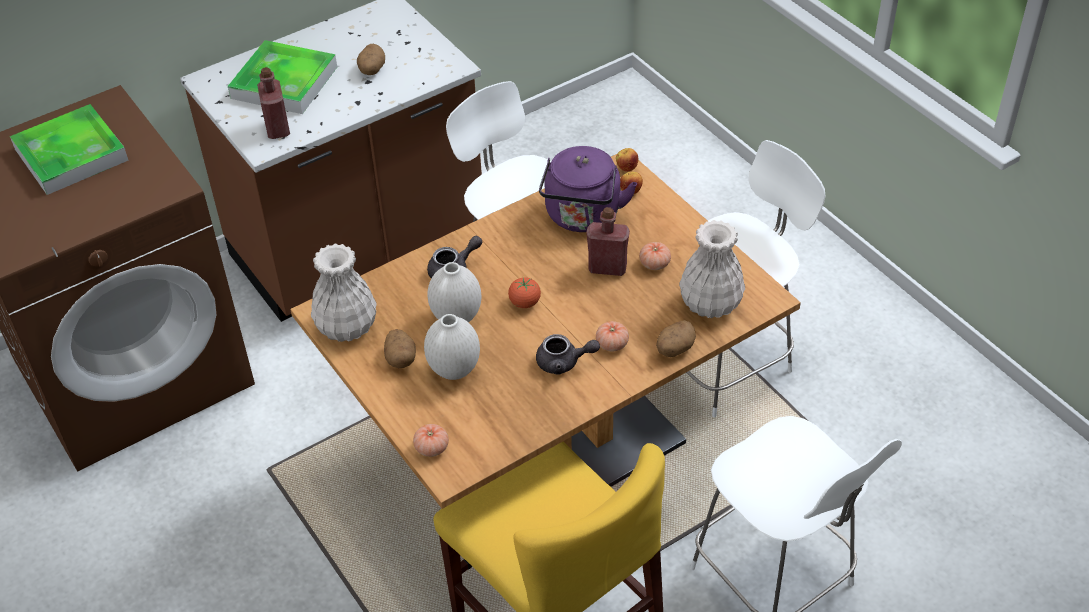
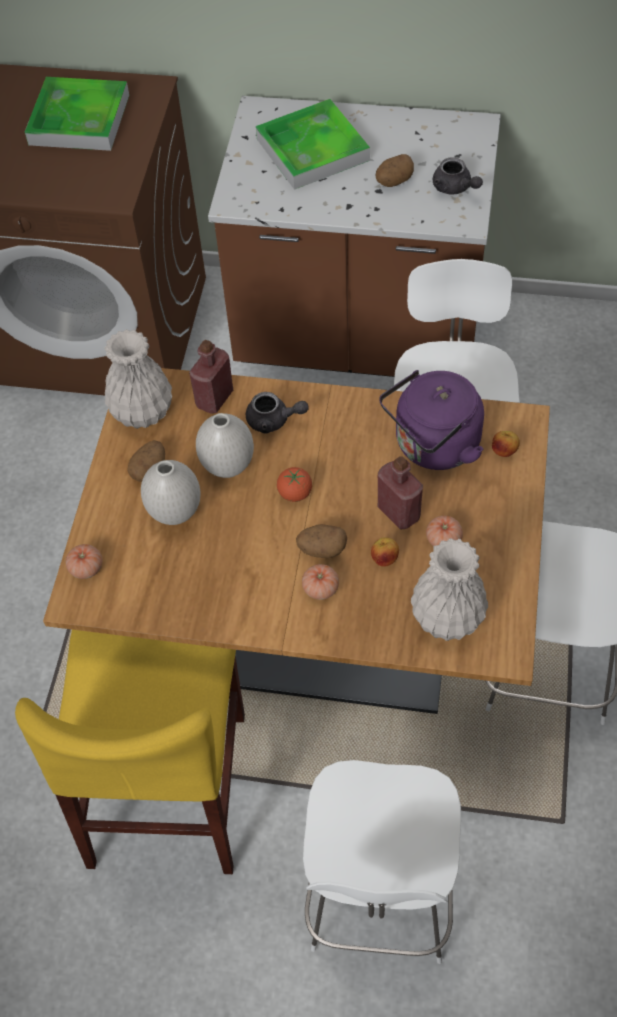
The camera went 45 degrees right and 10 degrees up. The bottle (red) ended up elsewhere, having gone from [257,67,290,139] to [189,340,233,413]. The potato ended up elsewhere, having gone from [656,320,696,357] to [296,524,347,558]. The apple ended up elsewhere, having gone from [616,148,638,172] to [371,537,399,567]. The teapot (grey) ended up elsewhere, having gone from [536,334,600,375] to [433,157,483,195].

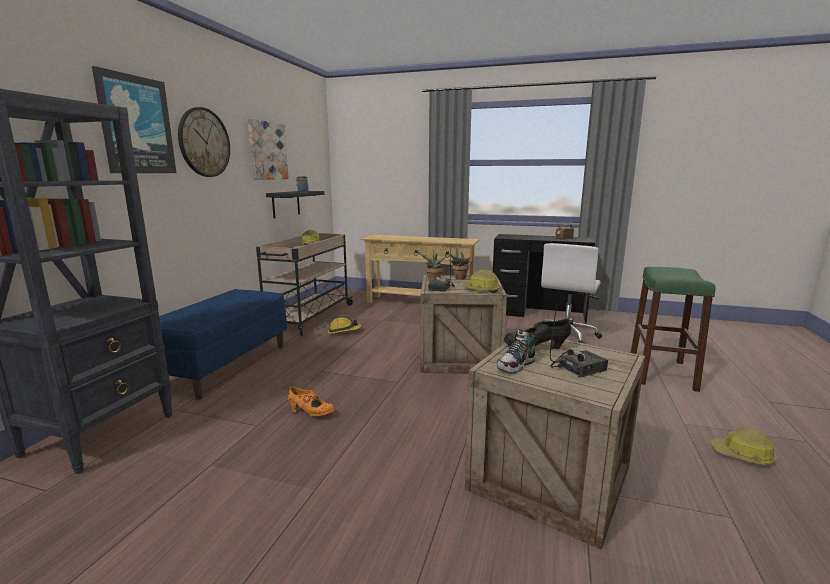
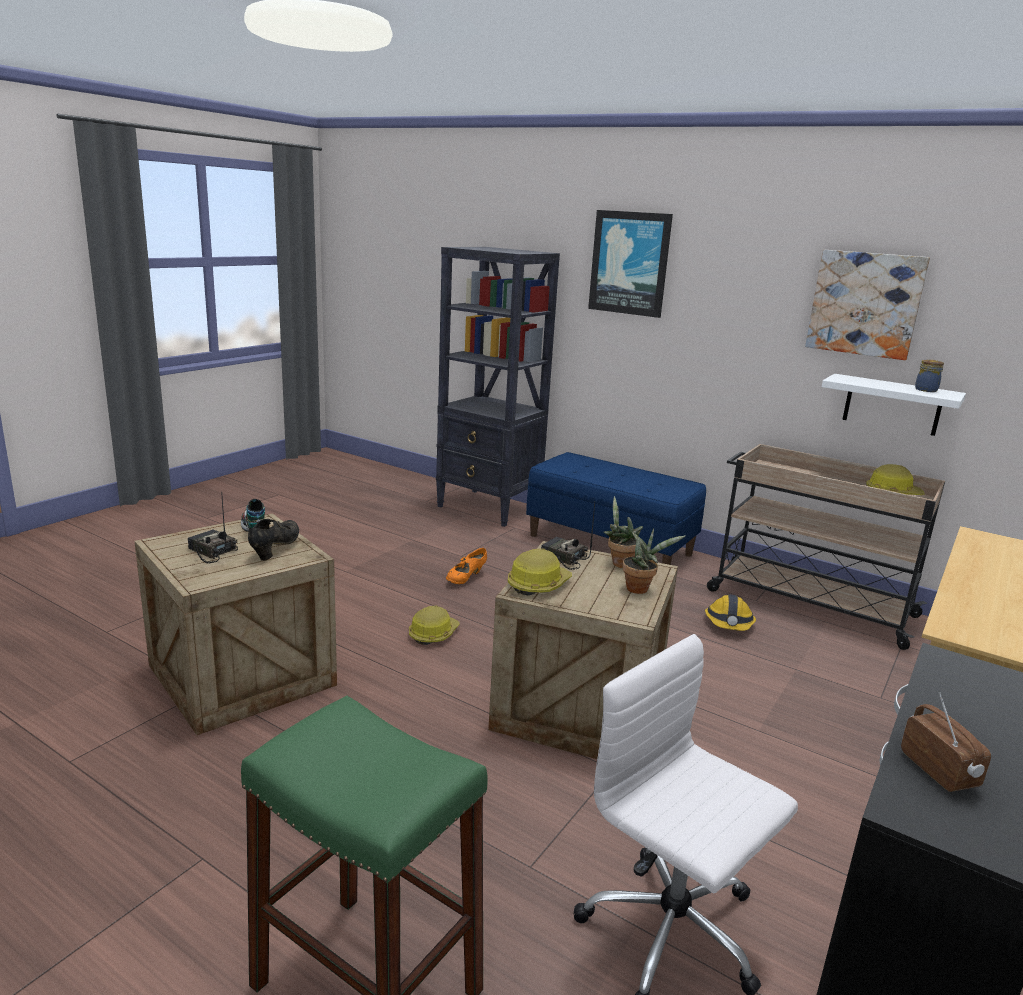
The camera went 105 degrees right and 5 degrees up. The radio at [550,304,608,378] ended up facing another way, 135 degrees clockwise from before. The hard hat ended up elsewhere, having gone from [711,428,777,465] to [409,605,460,645]. What was the shelf (black) at [266,191,324,218] turned into the shelf (white) at [822,374,966,436]. The second view lost the wall clock at [178,107,230,177].

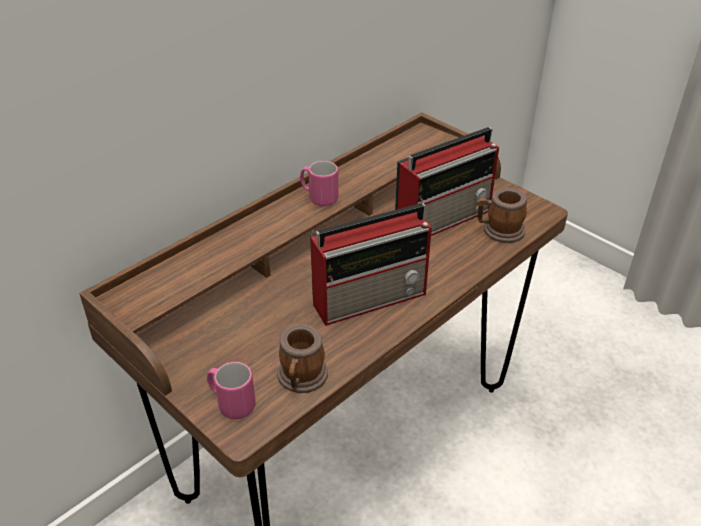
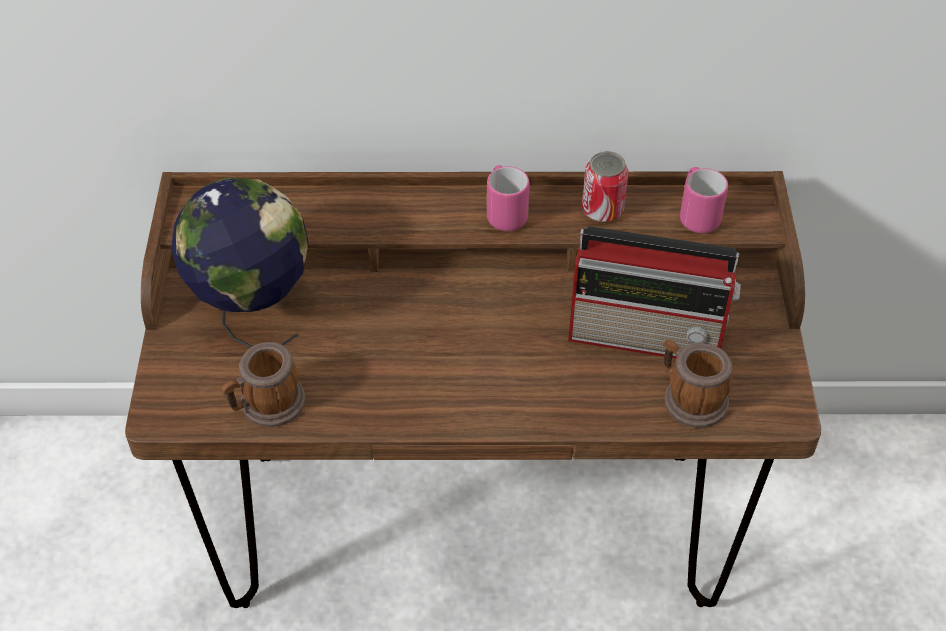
The camera went 45 degrees right and 10 degrees up. The second view gained the globe at [171,178,309,348]. The second view gained the can at [582,151,628,222]. The mug (pink) ended up elsewhere, having gone from [207,362,256,419] to [680,167,728,233]. The second view lost the radio at [310,203,432,326].

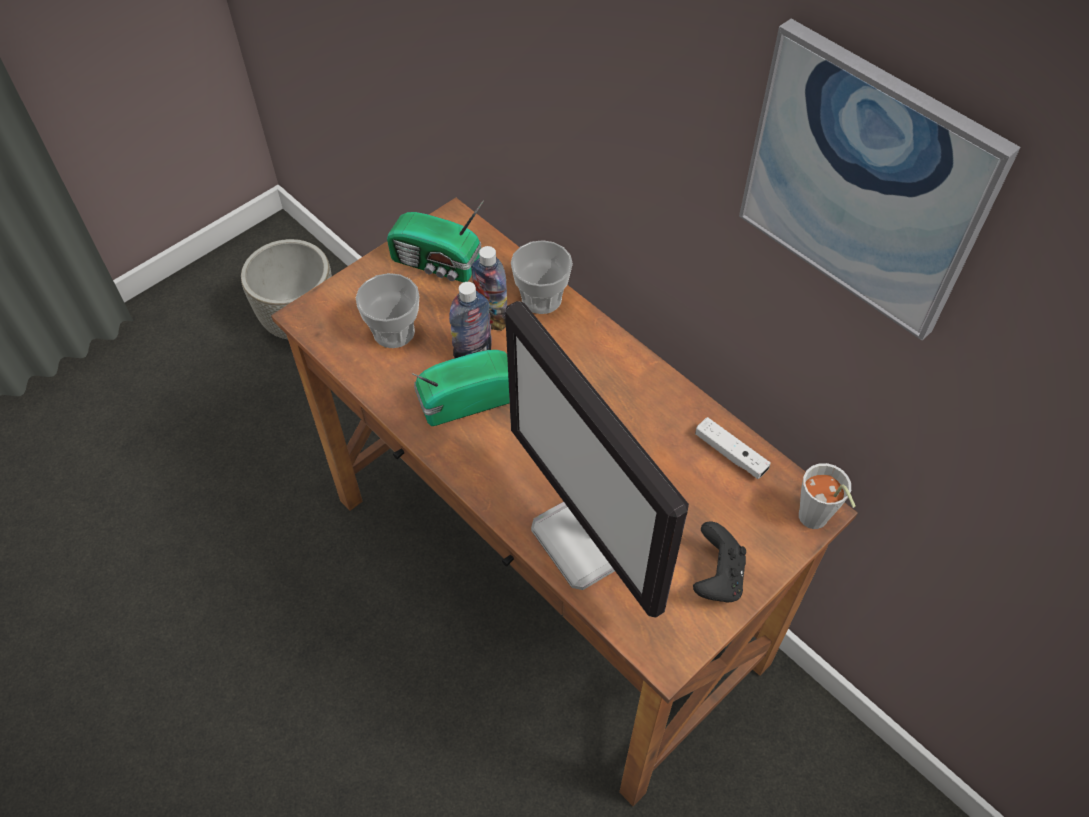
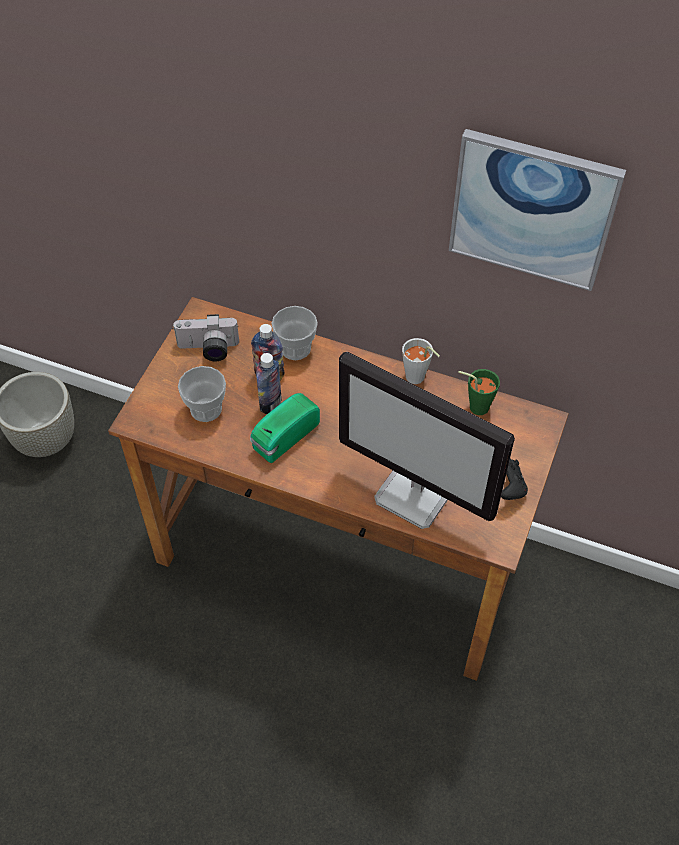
The camera went 25 degrees left and 0 degrees up. Where the radio stood at [387,200,484,282], the photo camera came to stand at [173,314,239,361]. The cup (grey) ended up elsewhere, having gone from [799,463,856,529] to [402,338,440,384]. Where the game controller (white) stood at [695,417,771,479], the cup (green) came to stand at [458,369,500,415].

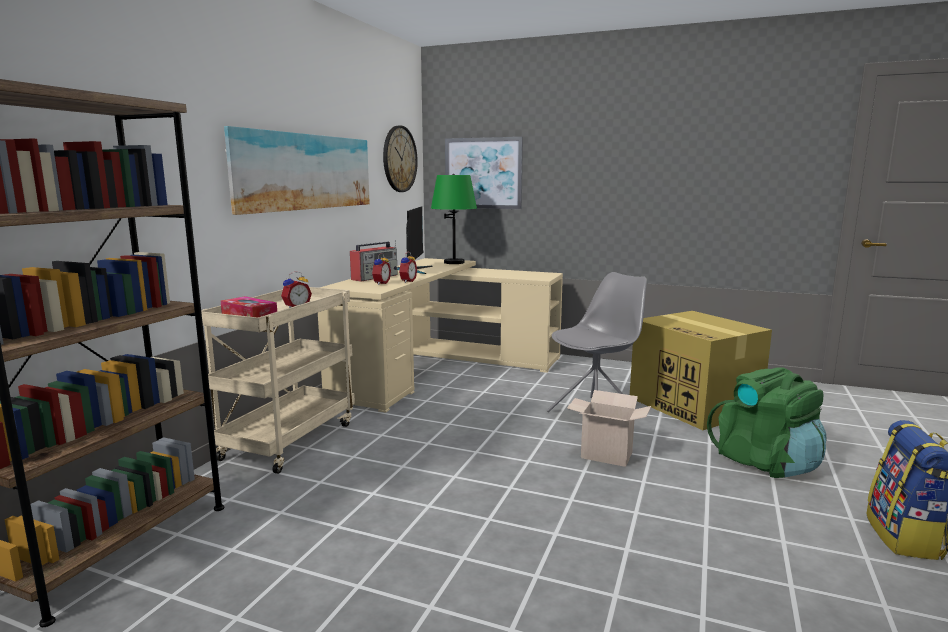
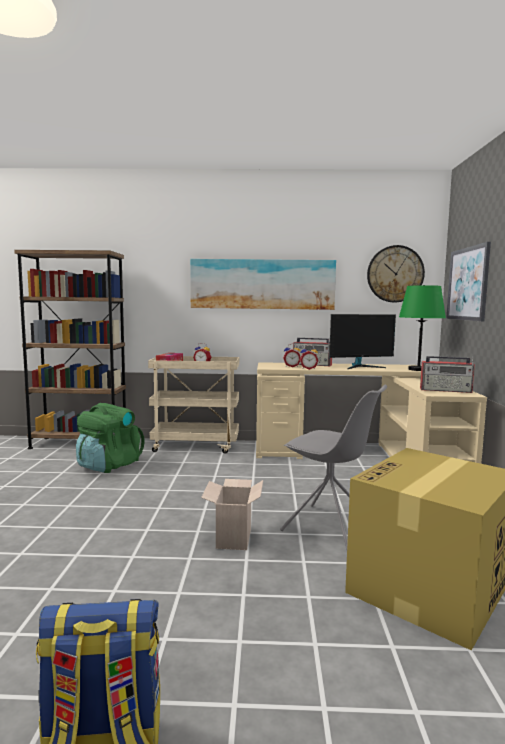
The camera went 70 degrees right and 5 degrees down. The backpack (green) ended up elsewhere, having gone from [707,367,827,478] to [76,403,145,473]. The second view gained the radio at [420,356,475,393].

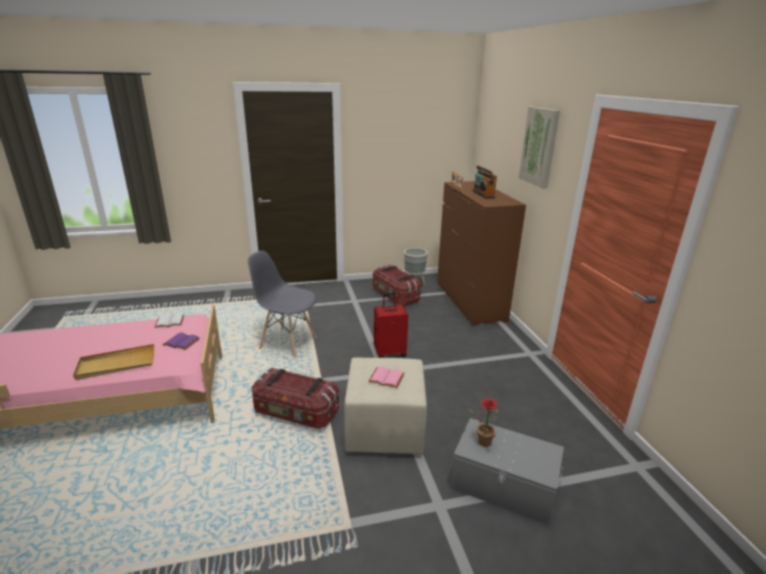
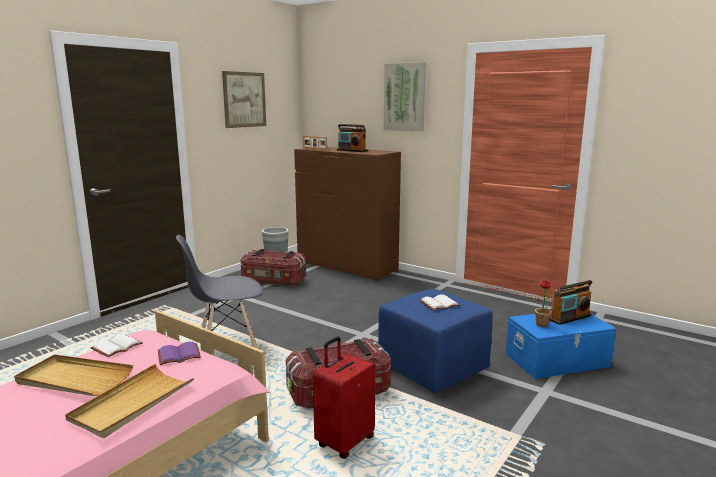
The camera went 40 degrees left and 10 degrees down. The second view gained the tray (beige) at [14,354,133,396]. The second view gained the picture at [222,71,266,128]. The suitcase (red) ended up elsewhere, having gone from [374,293,408,358] to [313,337,375,459]. What was the ottoman (beige) at [344,357,427,454] turned into the ottoman (blue) at [378,289,492,393]. What was the book (pink) at [368,366,404,388] turned into the book (white) at [420,294,460,310]. What was the storage box (grey) at [450,418,564,525] turned into the storage box (blue) at [506,314,616,379]. The second view gained the radio at [550,280,592,325].

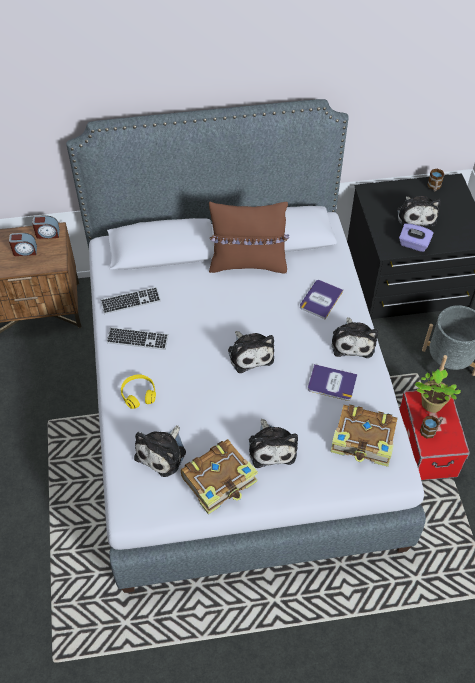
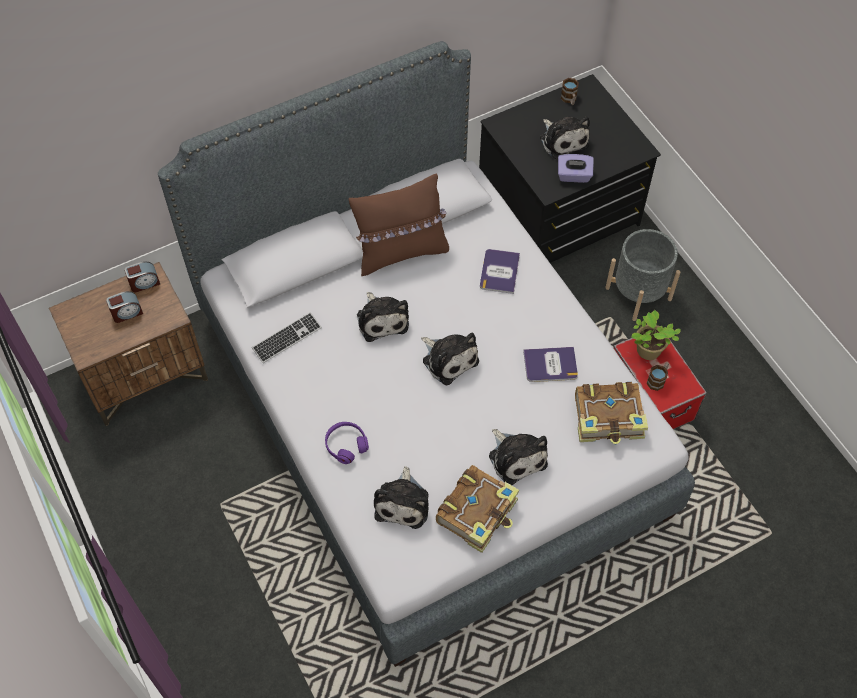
The camera went 20 degrees left and 5 degrees up. What was the headphones (yellow) at [121,374,156,409] turned into the headphones (purple) at [325,422,369,464]. The plush toy ended up elsewhere, having gone from [332,317,378,358] to [357,292,409,342]. The second view lost the keyboard at [107,327,169,350].

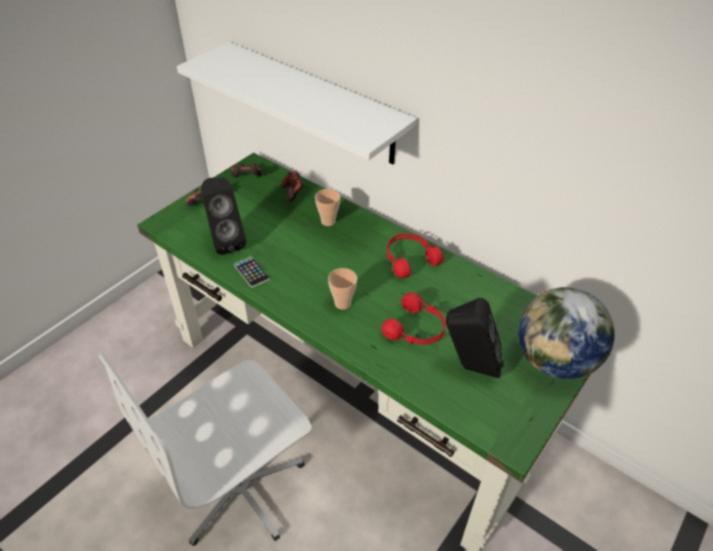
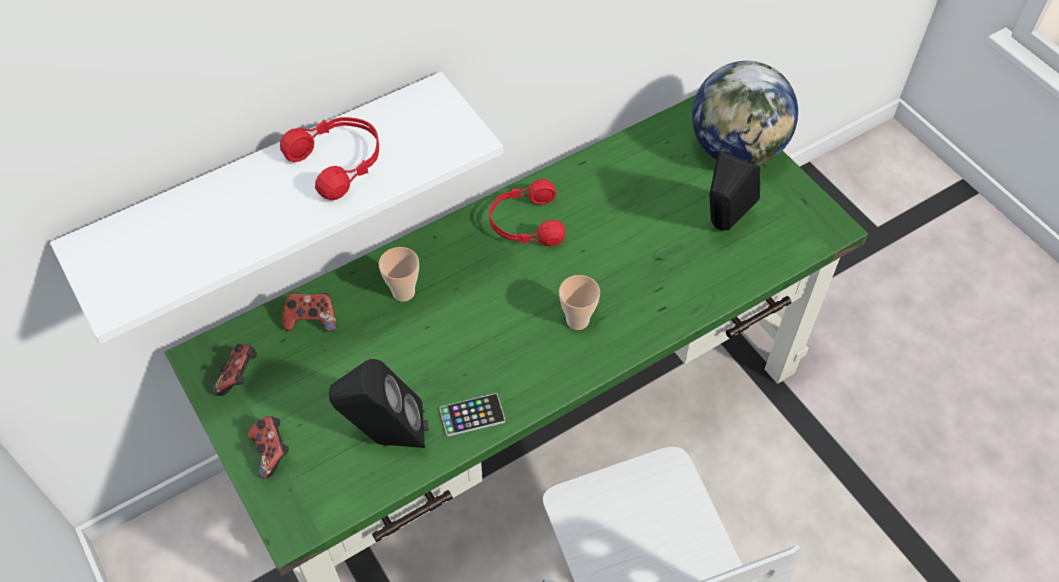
The camera went 70 degrees left and 10 degrees up. The headphones (red) ended up elsewhere, having gone from [382,292,446,345] to [280,117,379,200].

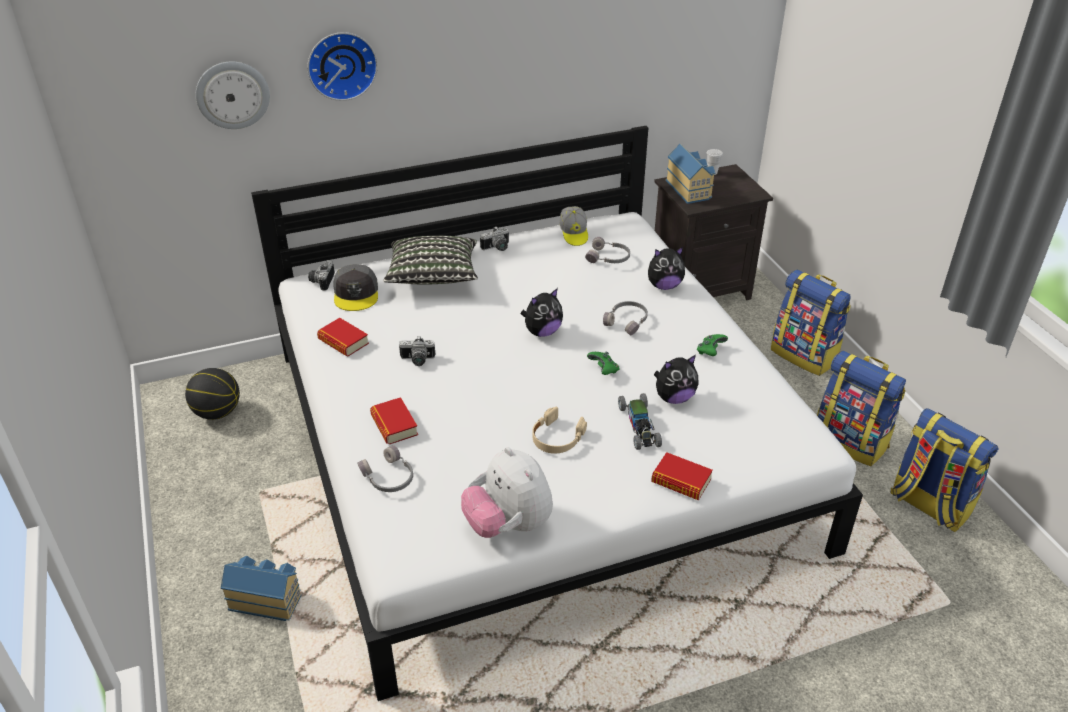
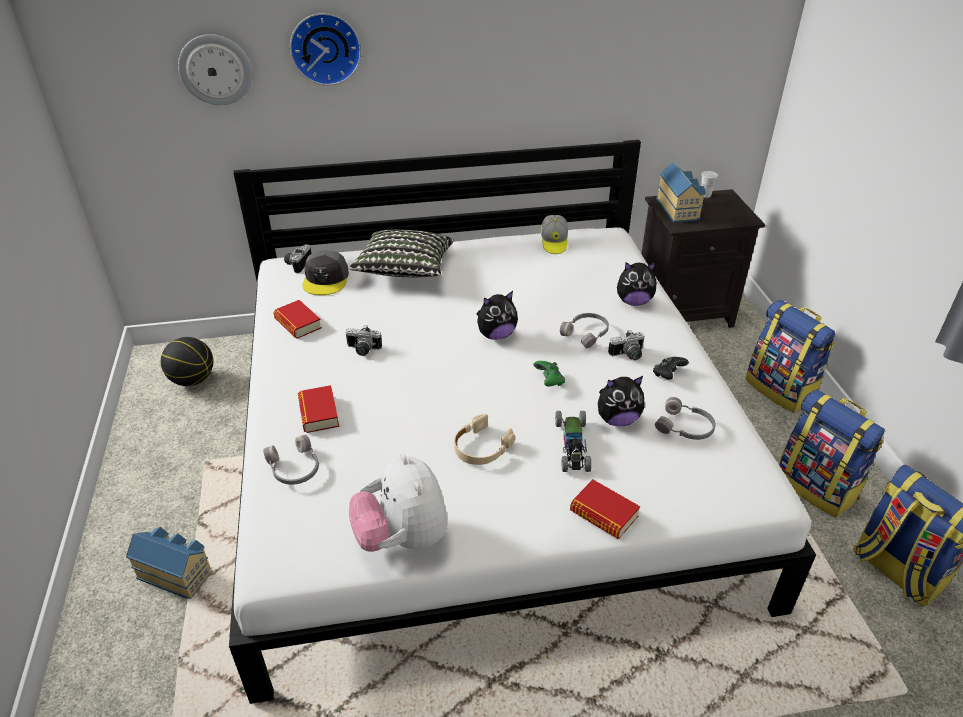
The camera went 10 degrees right and 0 degrees up. The photo camera ended up elsewhere, having gone from [480,226,509,251] to [608,330,645,360]. What was the game controller (green) at [697,334,728,356] turned into the game controller (black) at [653,357,689,380]. The headphones (grey) ended up elsewhere, having gone from [585,237,630,263] to [655,397,716,440].

